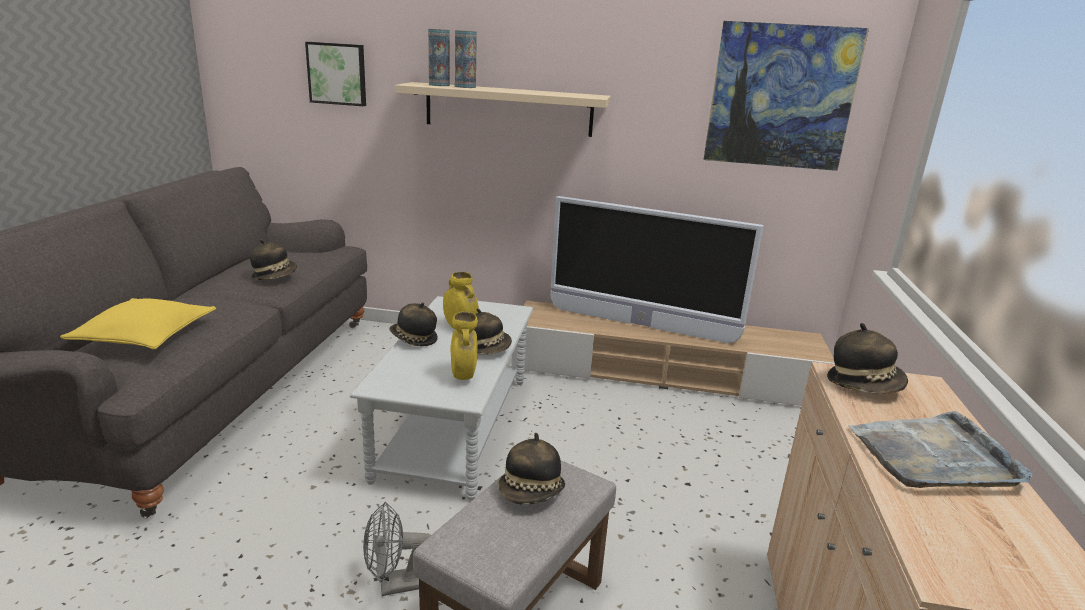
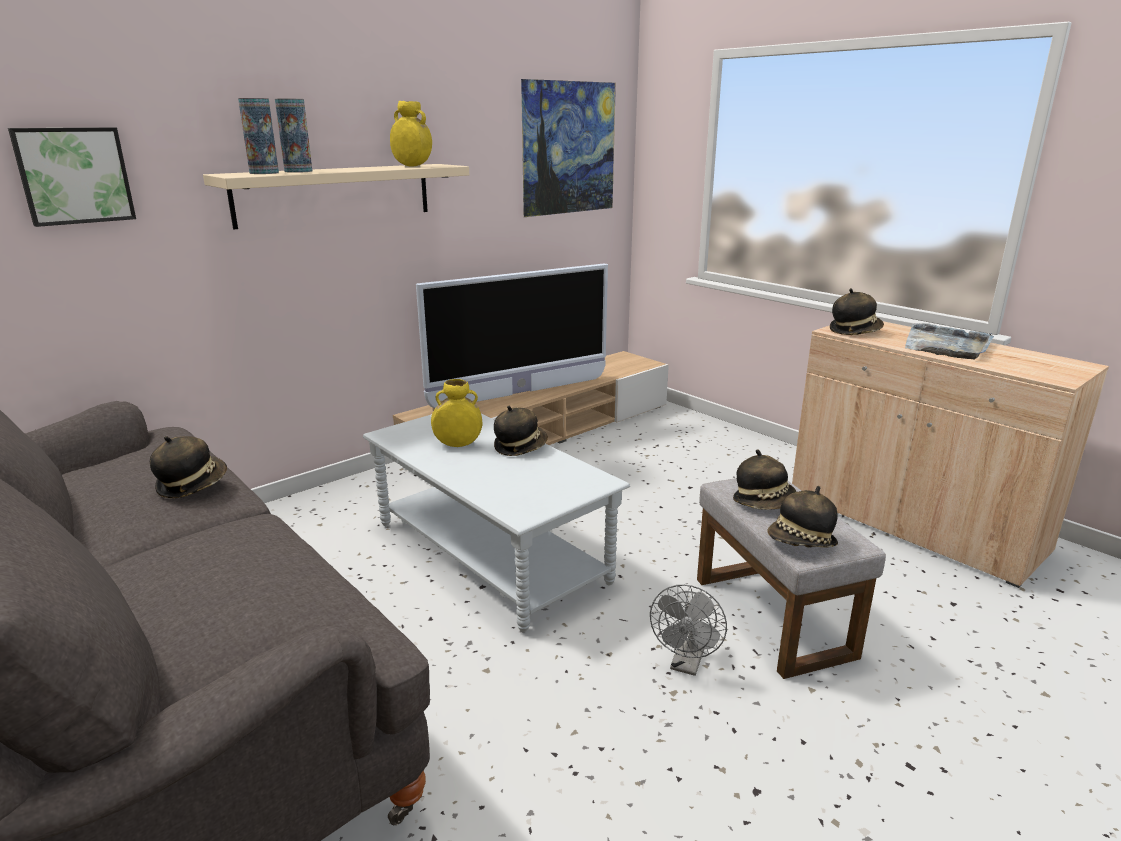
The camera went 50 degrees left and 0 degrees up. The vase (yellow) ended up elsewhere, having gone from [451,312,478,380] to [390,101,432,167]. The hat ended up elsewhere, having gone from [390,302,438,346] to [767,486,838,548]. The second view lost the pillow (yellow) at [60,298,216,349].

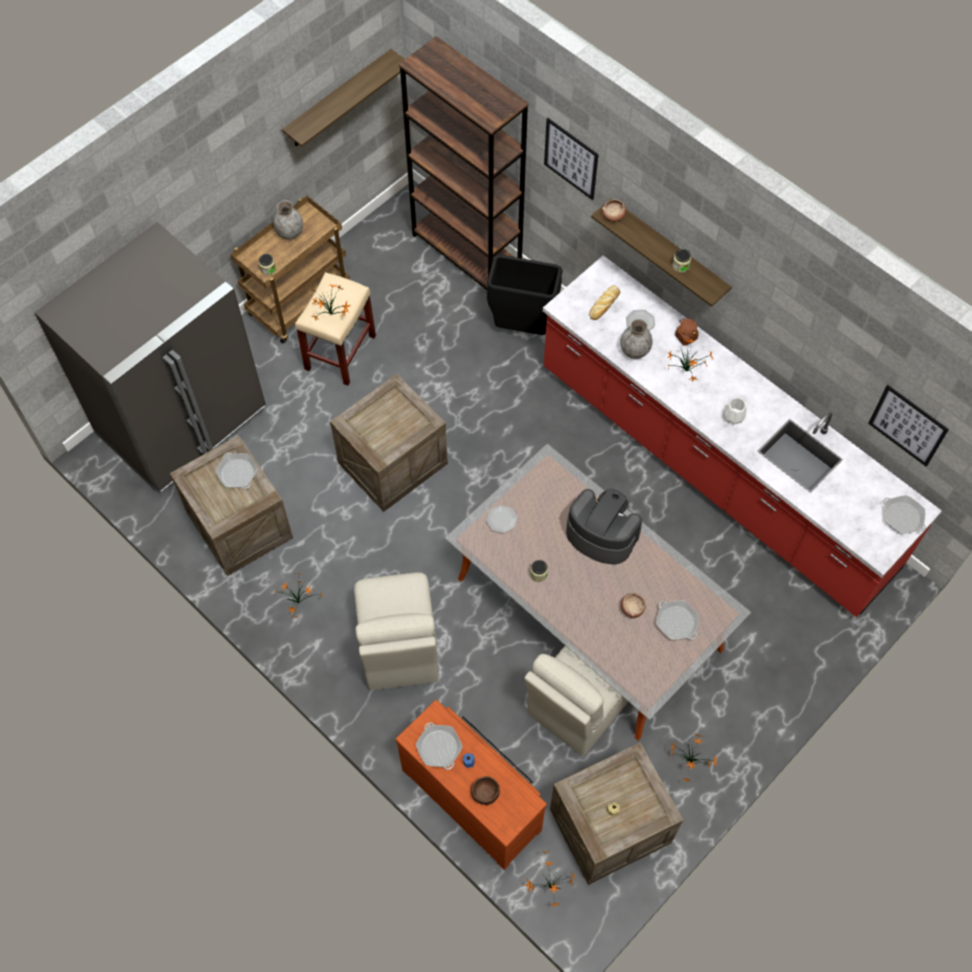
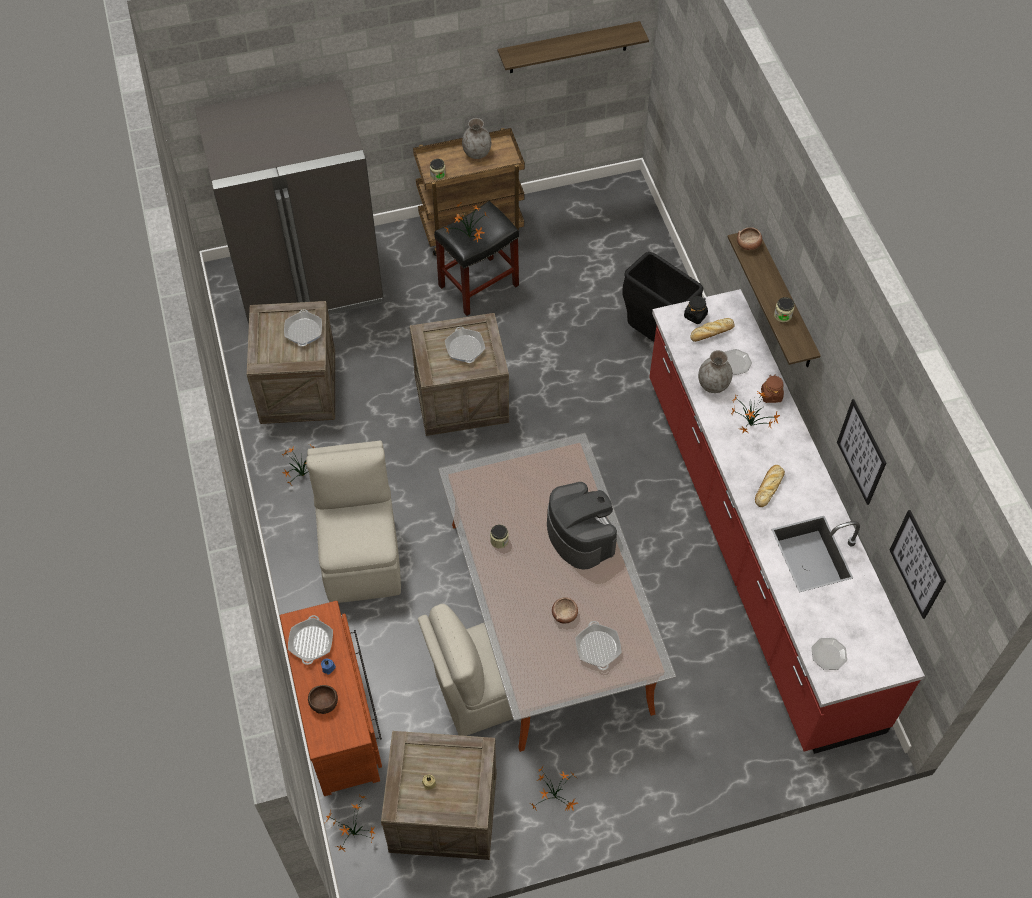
The camera went 30 degrees right and 5 degrees down. The chair (beige) at [354,572,438,690] ended up facing another way, 150 degrees clockwise from before. What was the stool (beige) at [295,272,376,386] turned into the stool (black) at [434,201,519,316]. The frying pan ended up elsewhere, having gone from [883,495,926,534] to [445,327,485,363]. The second view gained the jar (black) at [684,296,708,324]. Where the vase (white) stood at [723,398,746,425], the bread came to stand at [755,465,785,507]. The plate ended up elsewhere, having gone from [486,505,518,534] to [811,638,847,670]. The picture ended up elsewhere, having gone from [544,118,599,200] to [837,399,886,505]. The second view lost the bookcase (brown) at [399,36,529,290].

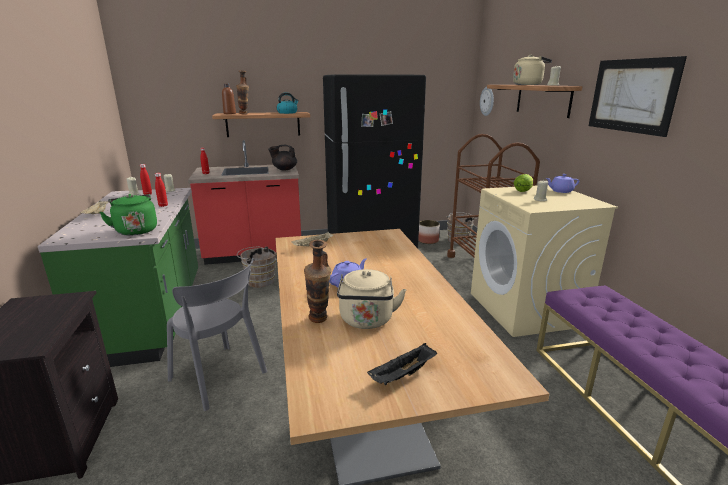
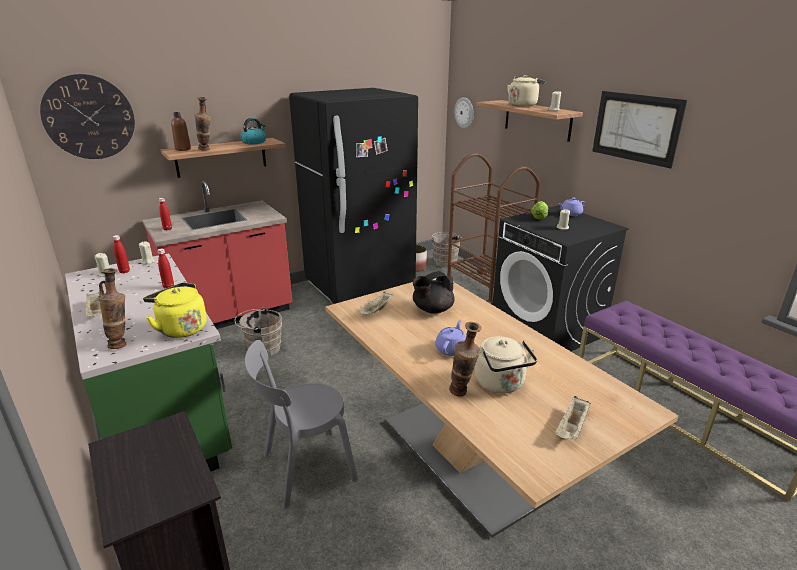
The camera went 20 degrees left and 5 degrees up. The second view gained the wall clock at [40,74,135,159]. The second view gained the vase at [98,268,126,349]. What was the kettle (green) at [99,194,157,236] turned into the kettle (yellow) at [143,282,207,338]. The chair (grey) at [167,258,267,411] ended up facing another way, 135 degrees clockwise from before. The teapot (black) ended up elsewhere, having gone from [268,145,297,171] to [413,271,455,314]. What was the washing machine (beige) at [471,185,618,337] turned into the washing machine (black) at [492,205,629,351]. What was the tray (black) at [367,343,437,385] turned into the tray (beige) at [555,396,591,440].

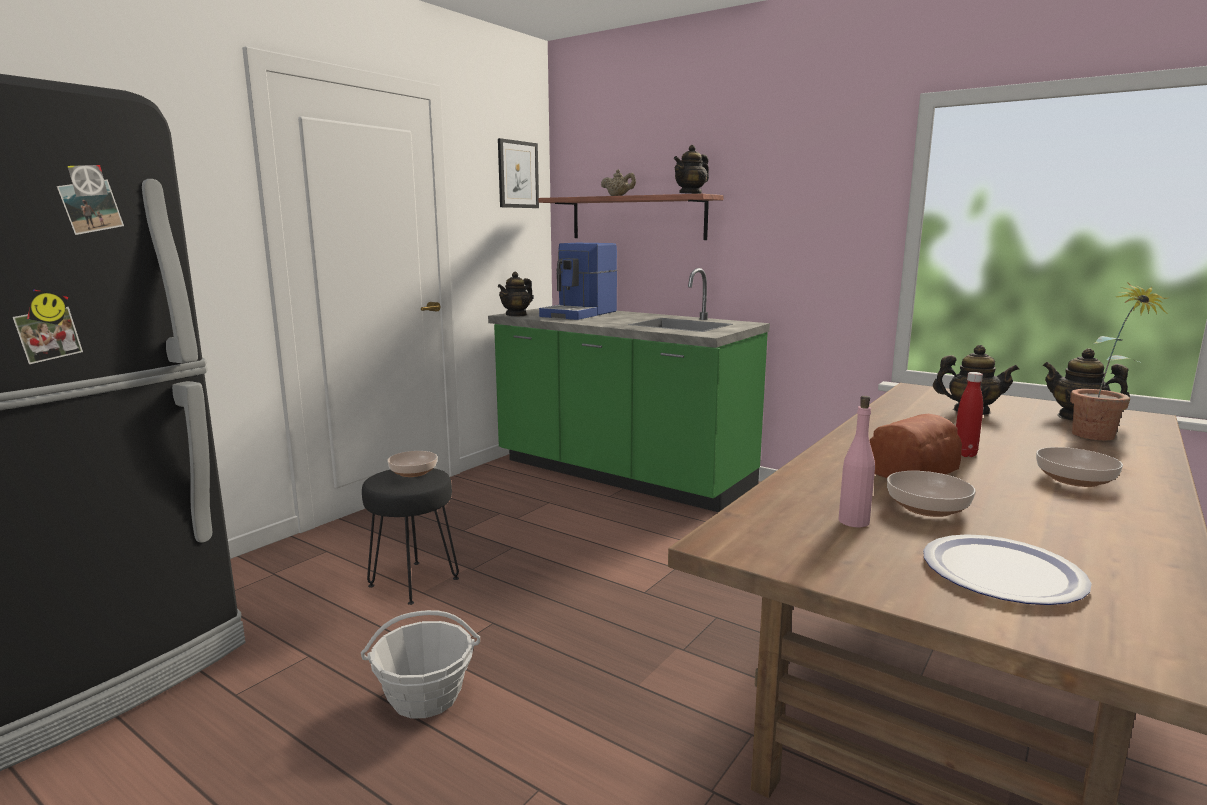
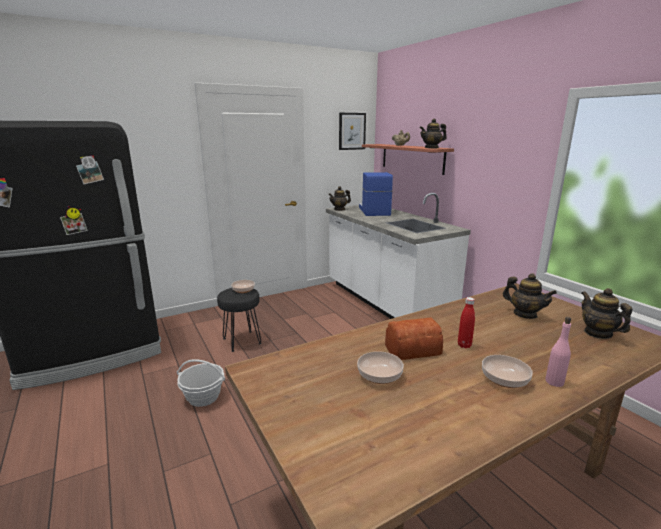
The camera went 25 degrees right and 5 degrees up. What was the counter (green) at [488,268,770,512] turned into the counter (white) at [326,193,471,319]. The coffee machine at [539,243,617,320] ended up facing another way, 120 degrees clockwise from before. The bottle (pink) ended up elsewhere, having gone from [838,396,875,527] to [545,316,571,387]. The second view lost the plate at [923,534,1092,605]. The second view lost the potted plant at [1070,282,1168,440].

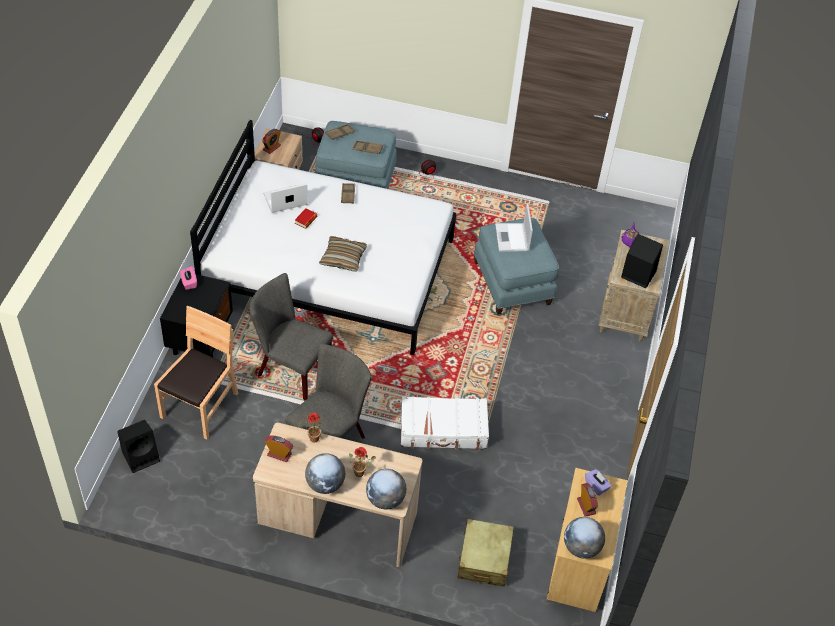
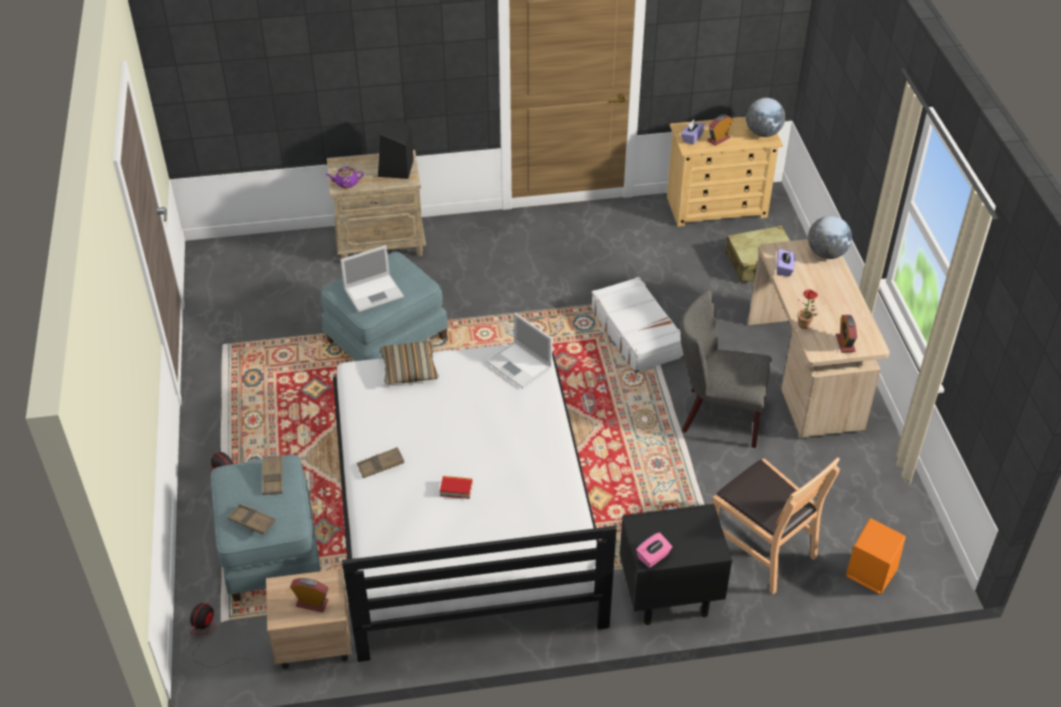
The camera went 110 degrees left and 5 degrees down. The pillow ended up elsewhere, having gone from [319,236,367,272] to [380,341,439,385]. The laptop ended up elsewhere, having gone from [263,183,307,213] to [487,313,553,388]. The chair (brown) at [154,306,238,440] ended up facing another way, 135 degrees counterclockwise from before. The second view gained the tissue box (purple) at [776,248,795,276]. What was the speaker (black) at [117,420,160,473] turned into the speaker (orange) at [846,518,906,595]. The second view lost the chair (grey) at [249,273,333,400]. The second view lost the globe at [305,453,345,494]. The second view lost the potted plant at [349,447,376,477].

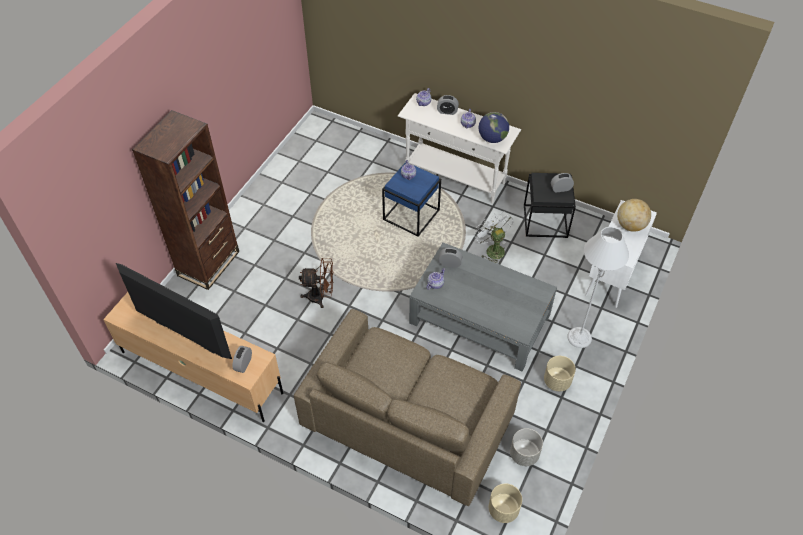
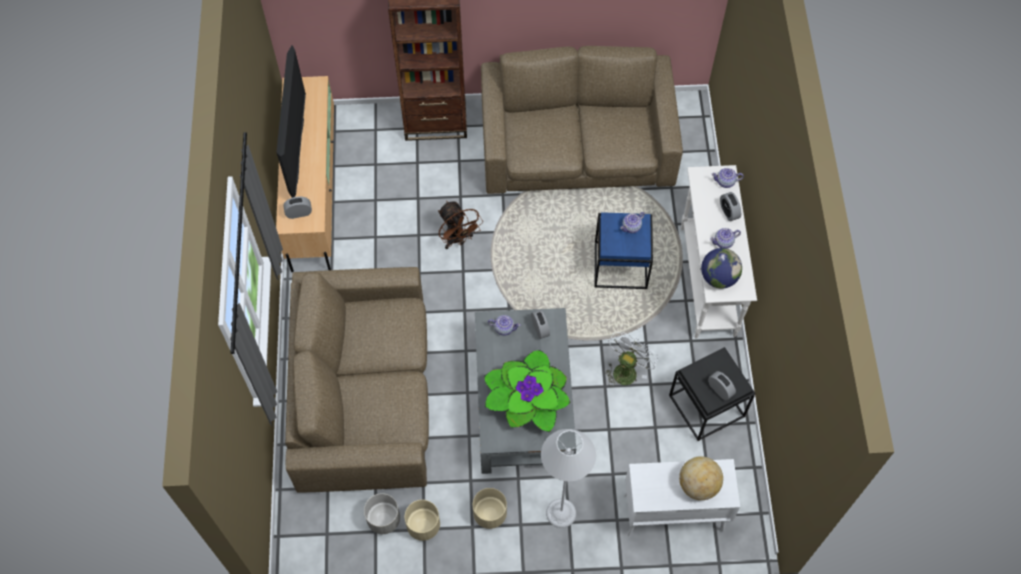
The camera went 60 degrees right and 10 degrees up. The planter (beige) ended up elsewhere, having gone from [489,483,522,523] to [405,500,440,541]. The second view gained the sofa (brown) at [481,46,683,194]. The second view gained the potted plant at [484,350,571,433].

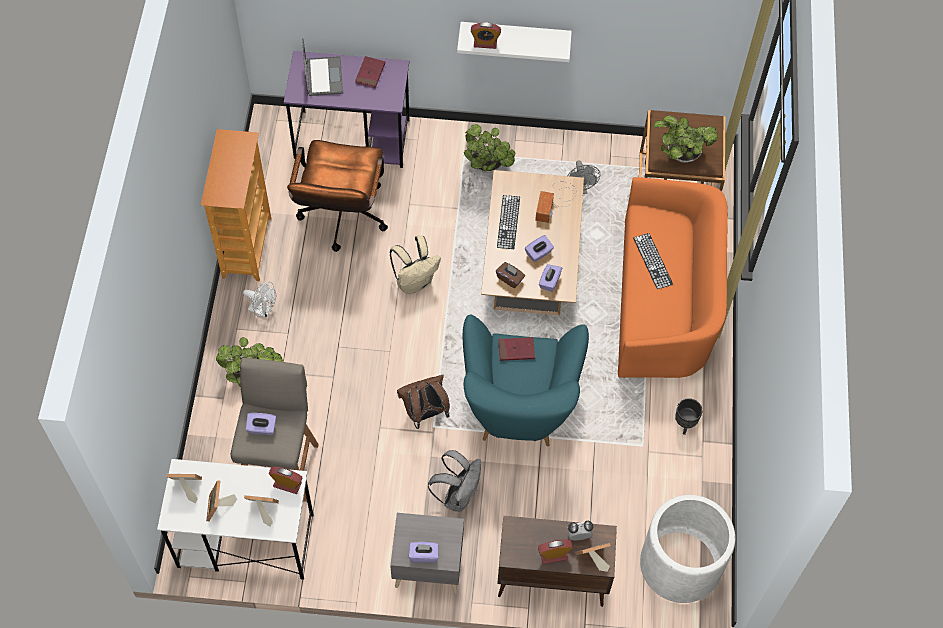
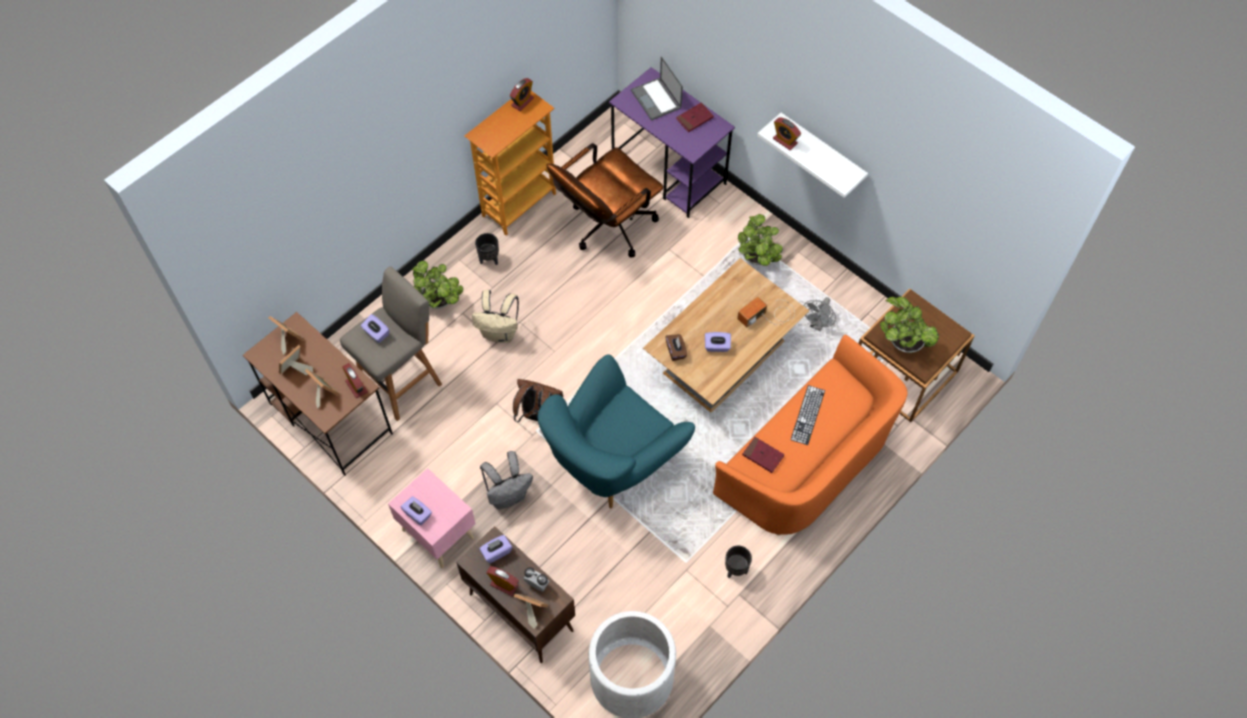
The camera went 40 degrees right and 0 degrees up. What was the desk (white) at [157,459,314,580] turned into the desk (brown) at [243,312,393,476]. What was the nightstand (grey) at [390,513,464,593] turned into the nightstand (pink) at [388,468,476,568]. The backpack (beige) ended up elsewhere, having gone from [390,235,441,294] to [472,290,519,343]. Where the fan (white) stood at [243,282,276,318], the planter (black) came to stand at [475,233,499,265]. The tissue box (purple) ended up elsewhere, having gone from [539,264,562,292] to [480,535,512,563]. The second view gained the alarm clock at [510,78,534,111]. The laptop at [302,38,343,96] ended up facing another way, 120 degrees clockwise from before. The book (red) ended up elsewhere, having gone from [498,337,535,361] to [742,437,784,473]. The second view lost the keyboard at [497,195,520,249].

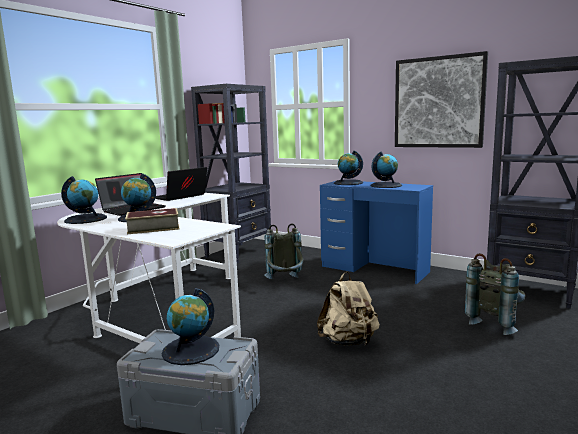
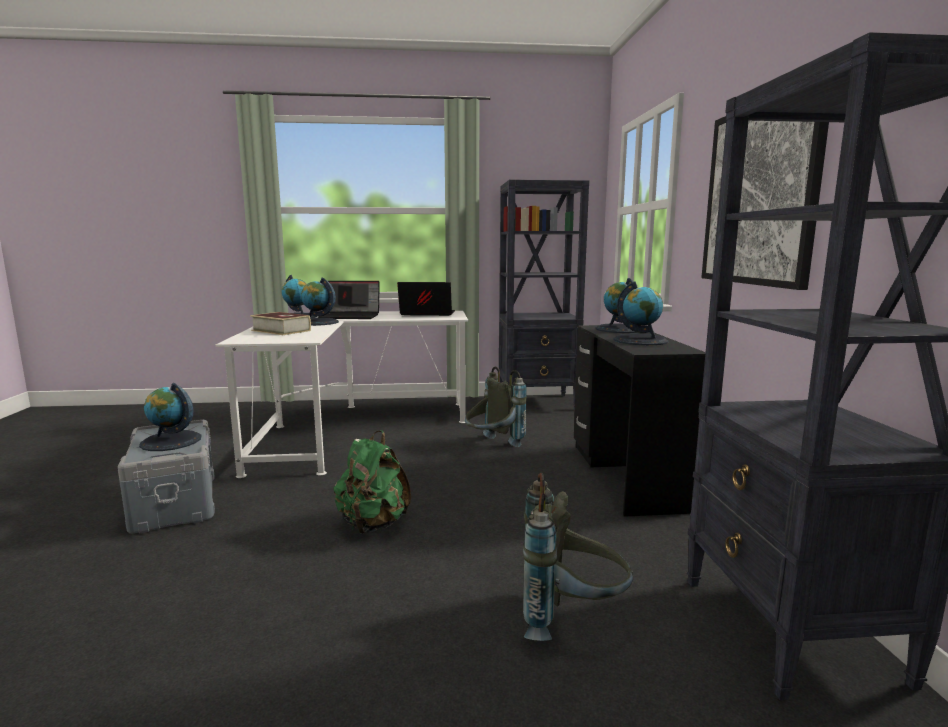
The camera went 50 degrees right and 0 degrees up. What was the backpack (beige) at [317,272,380,346] turned into the backpack (green) at [334,430,411,534]. What was the desk (blue) at [320,181,433,284] turned into the desk (black) at [574,325,706,517].

